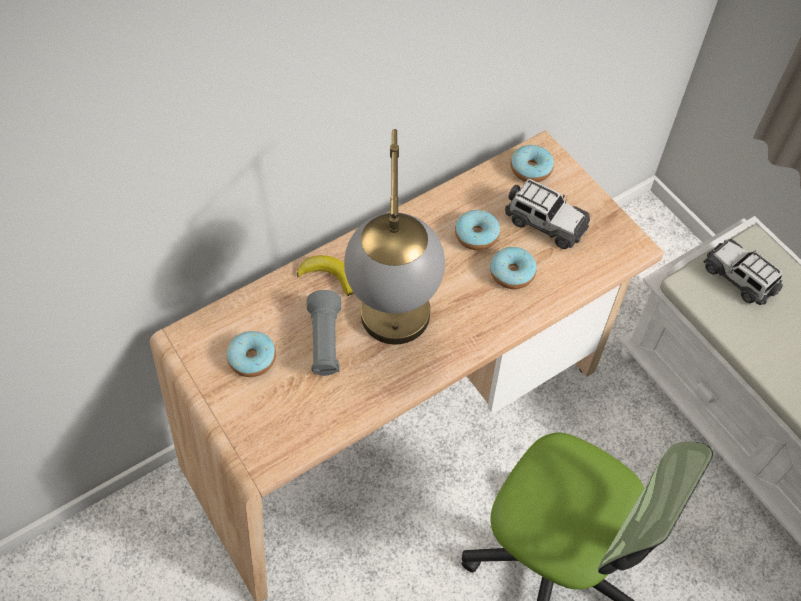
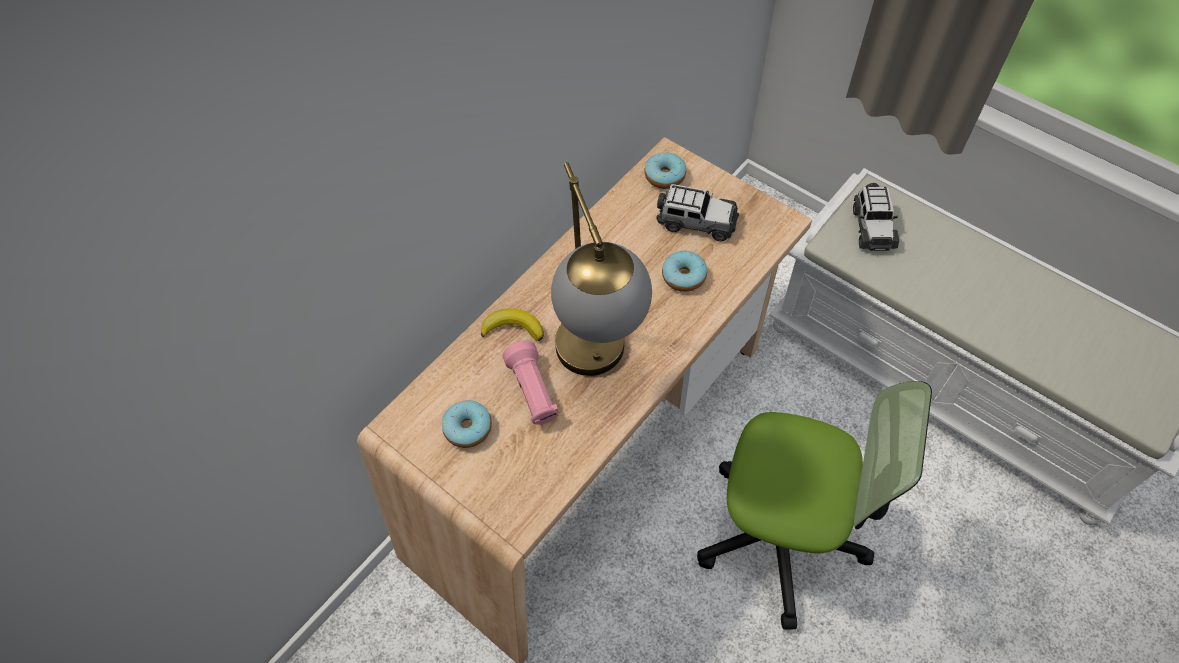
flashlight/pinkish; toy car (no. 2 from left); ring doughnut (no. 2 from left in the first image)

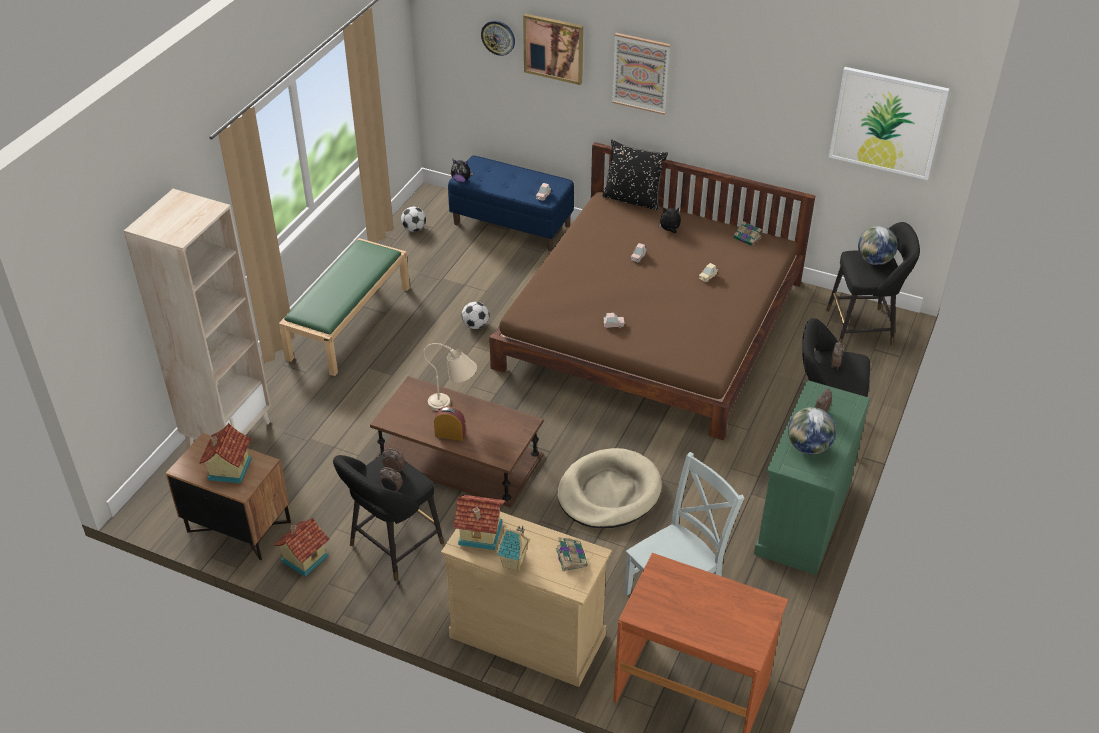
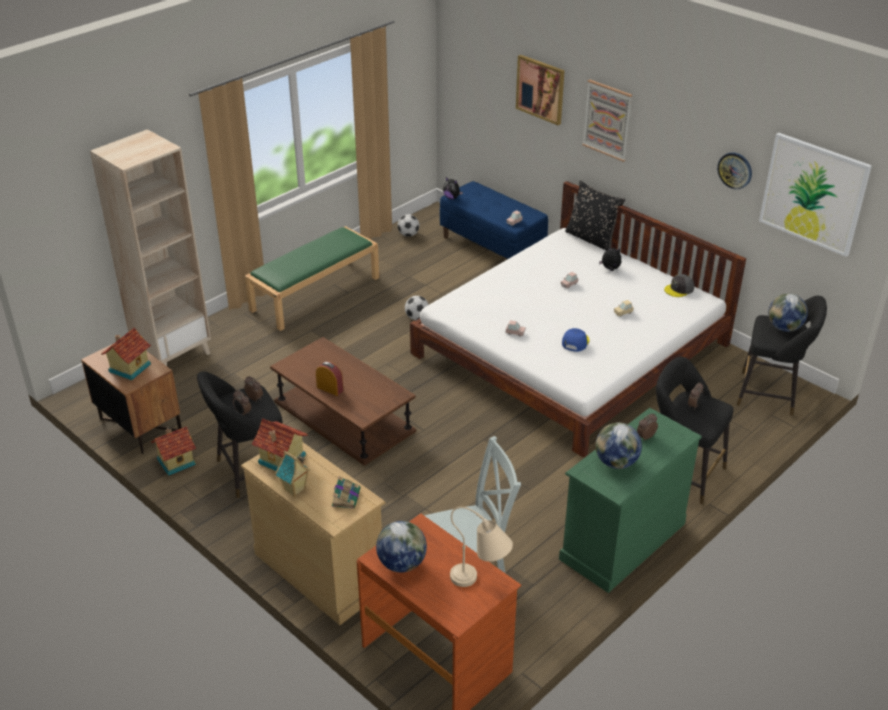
globe (no. 1 from left); bedroom bed/whitish; tabletop lamp/beige; cap/bluish; cap/greyish; hanging clock; dog bed/beige

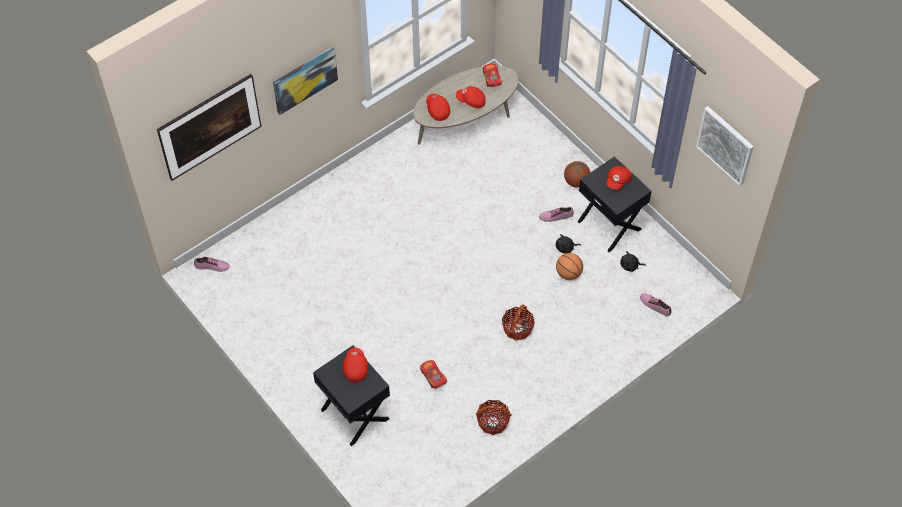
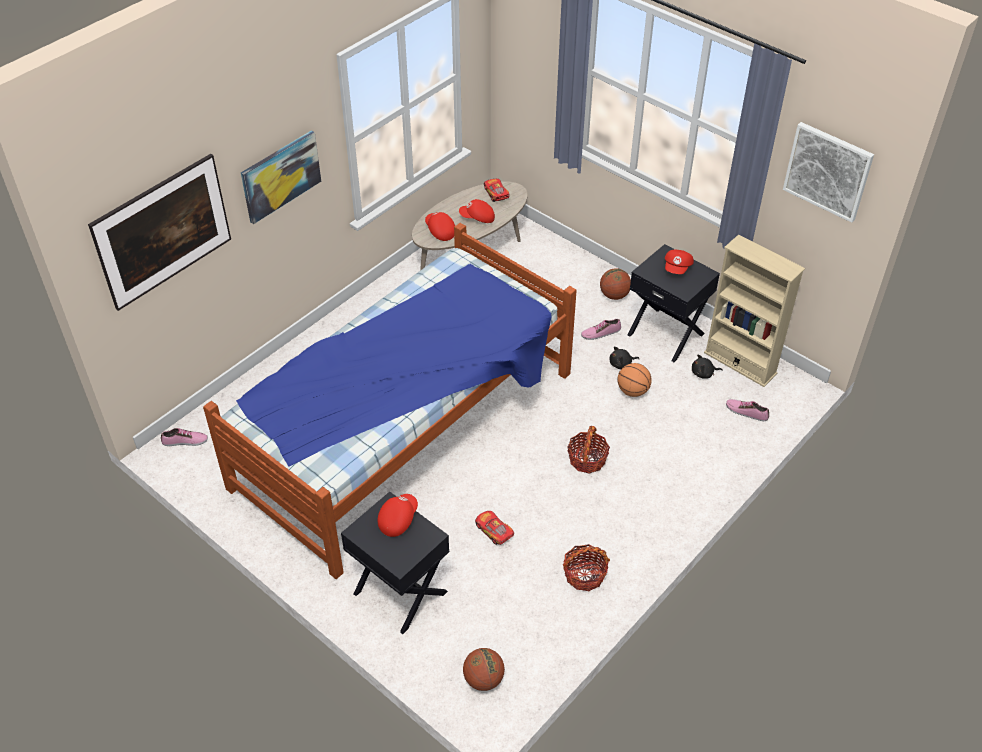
bedroom bed; cap/red (no. 1 from left); basketball ball (no. 1 from left); bookcase/beige

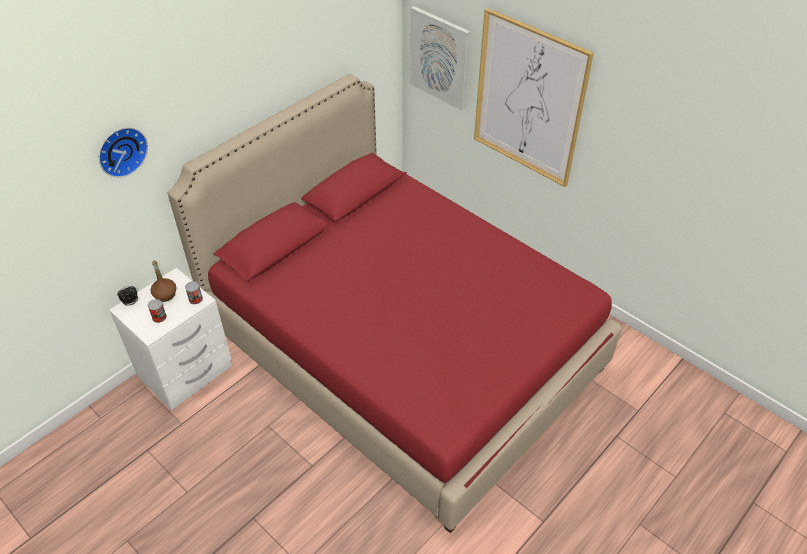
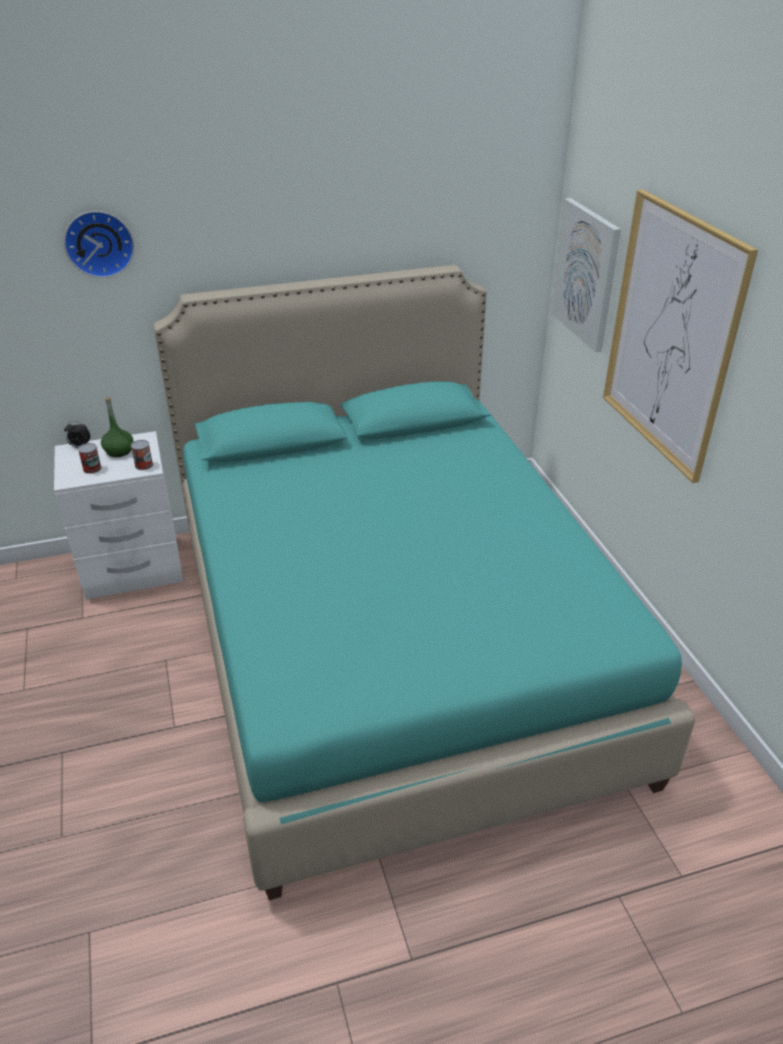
beverage bottle/green-coloured; bedroom bed/turquoise-coloured

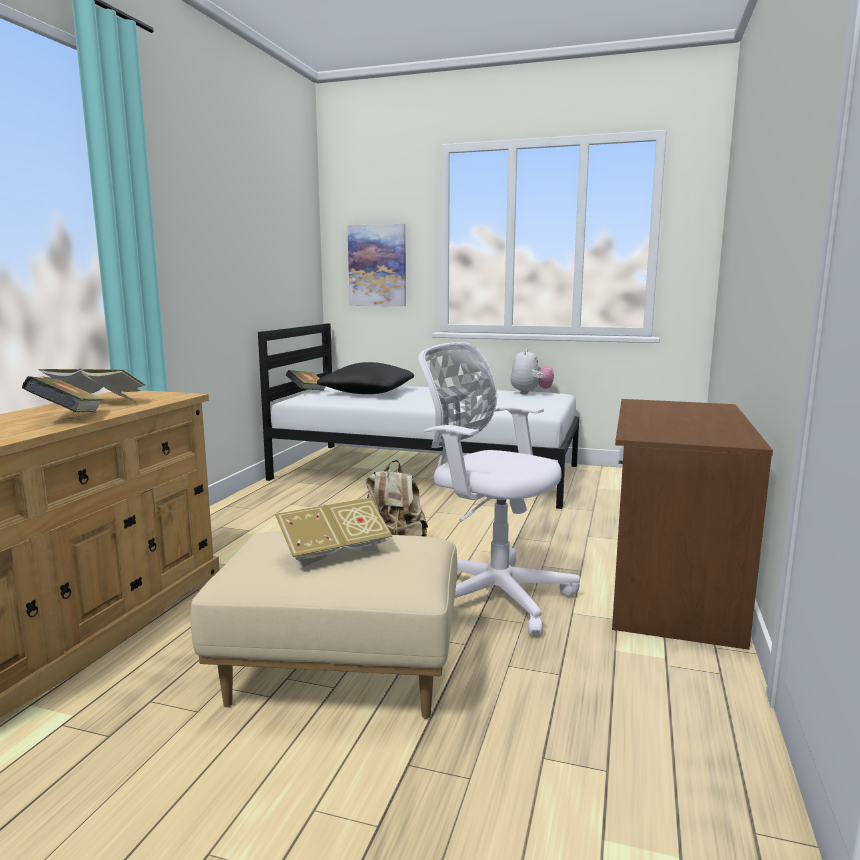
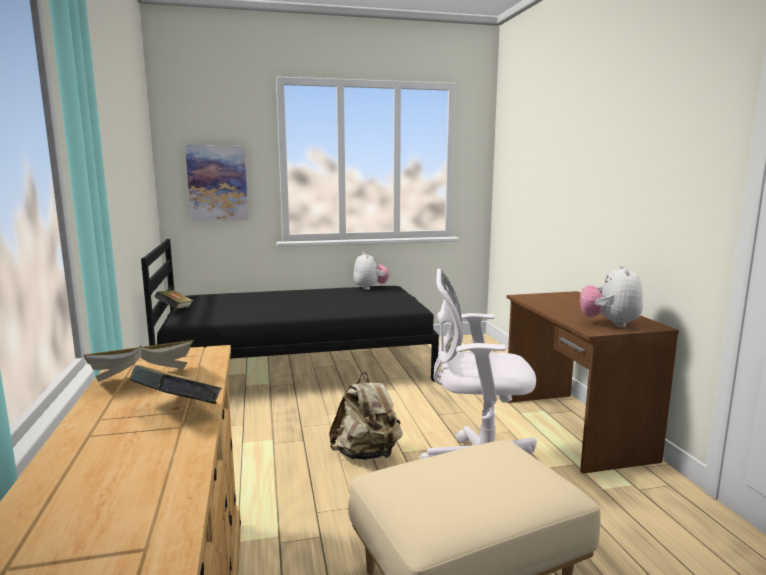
bedroom bed/black; cuddly toy (no. 2 from left); volume (no. 4 from left in the first image); cushion/black

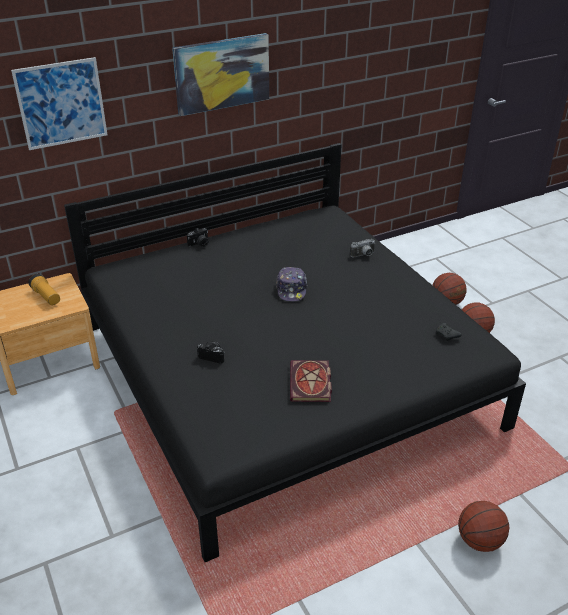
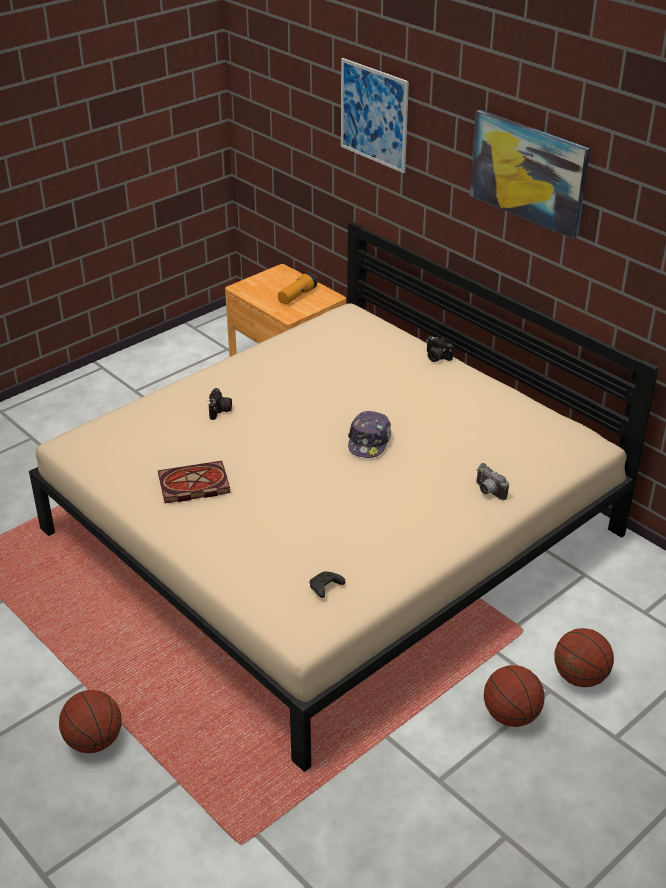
bedroom bed/beige; cap

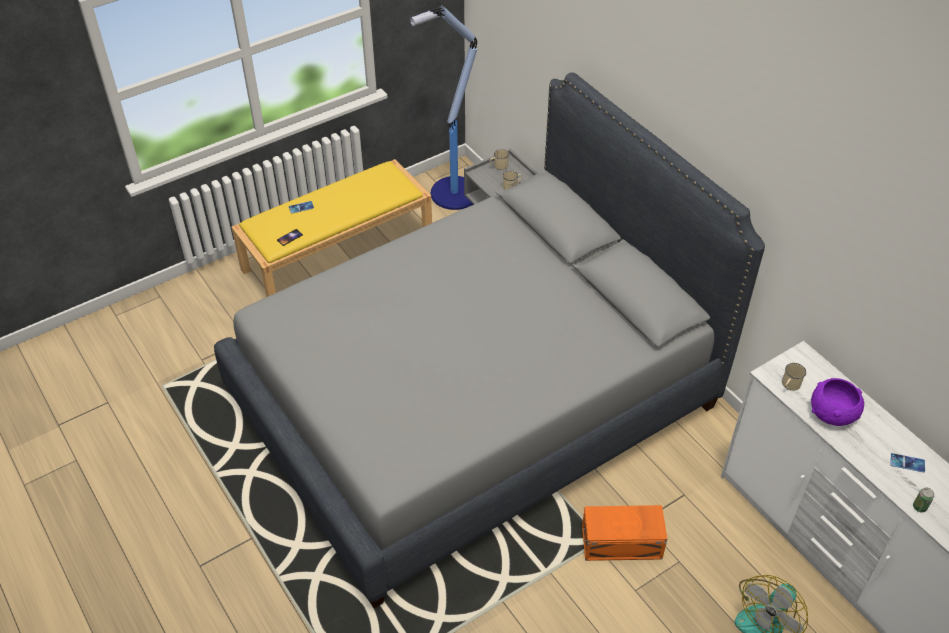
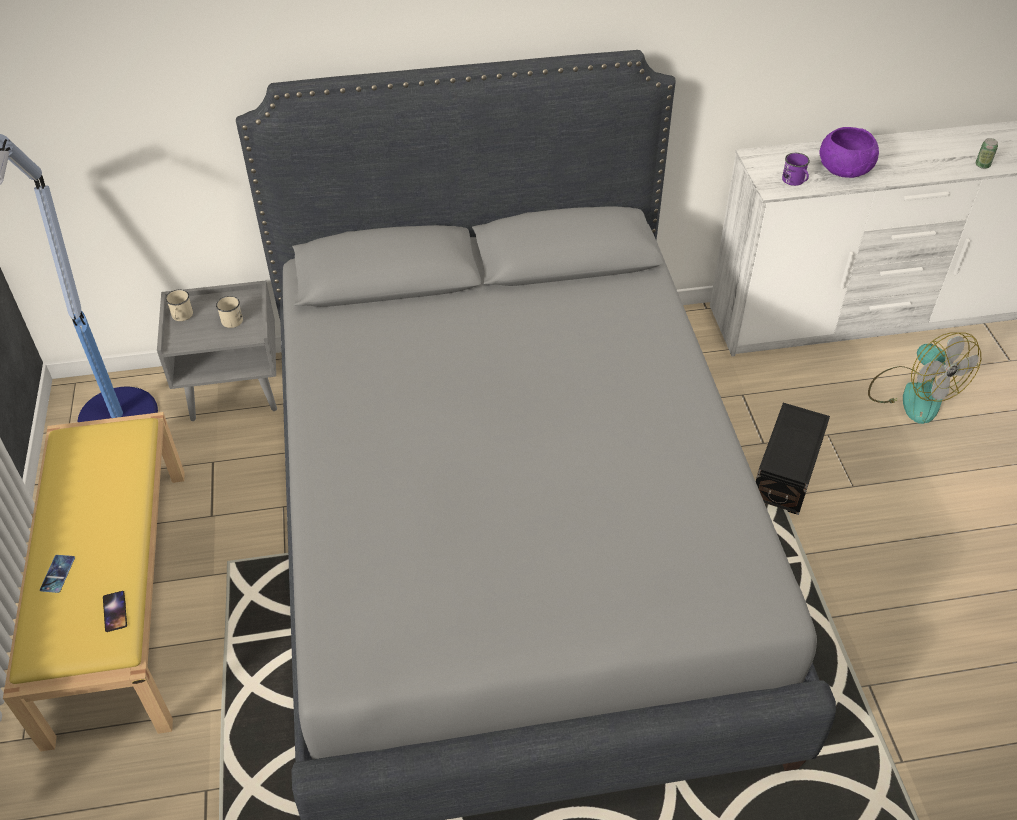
storage bin/black; tea mug/purple; phone (no. 3 from left in the first image)

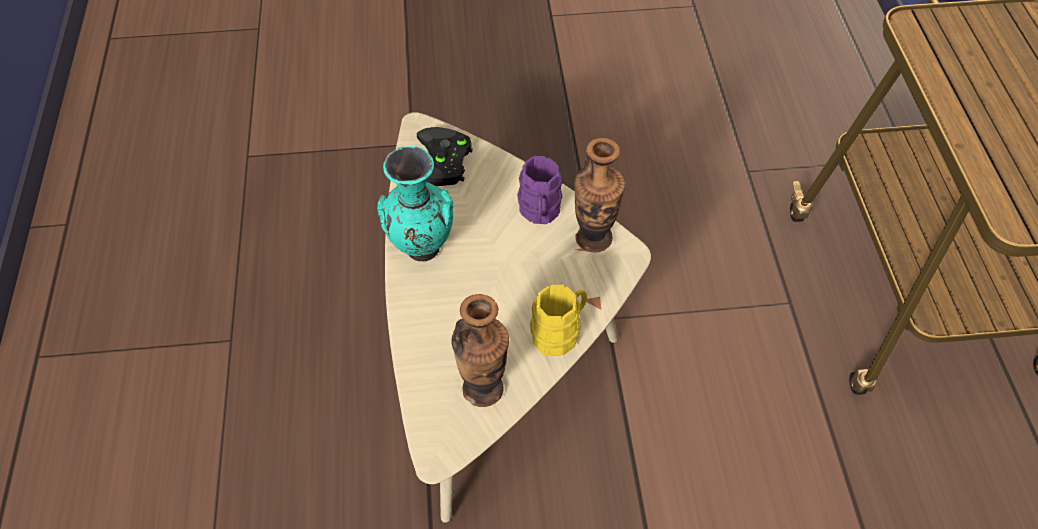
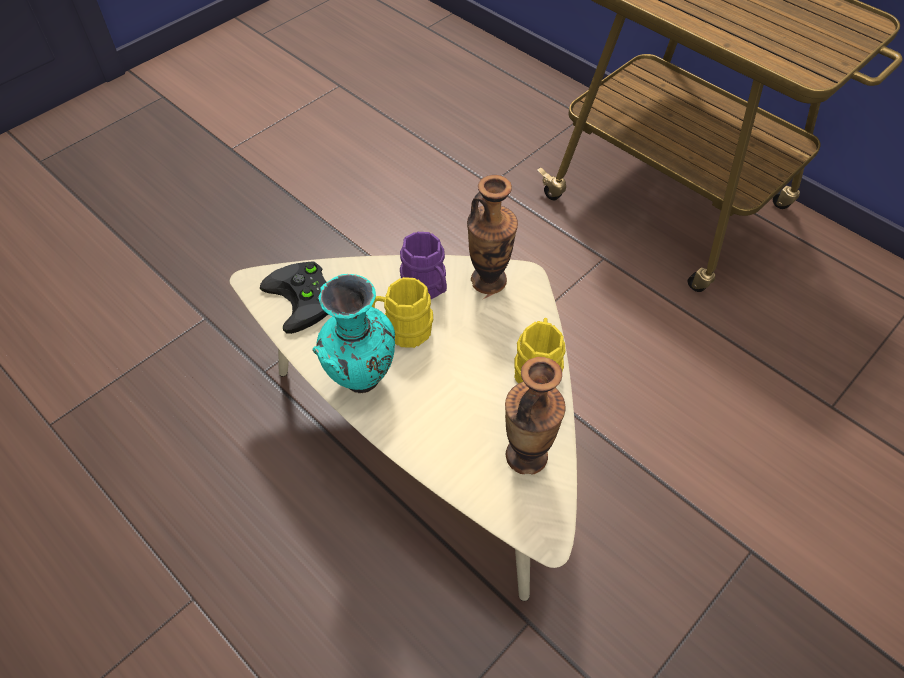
tea mug/yellowish (no. 1 from left)

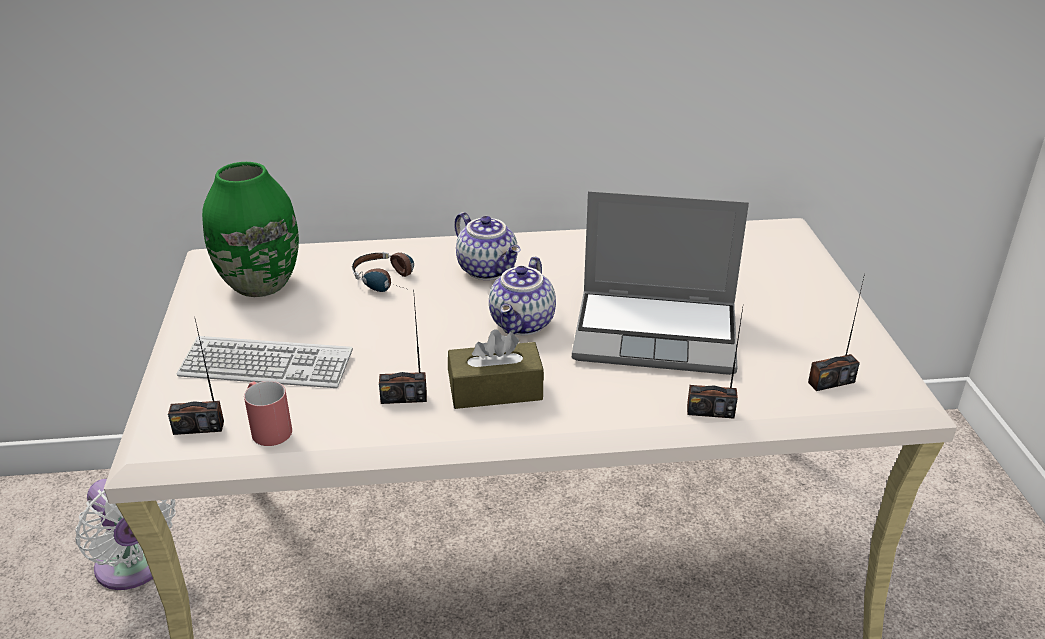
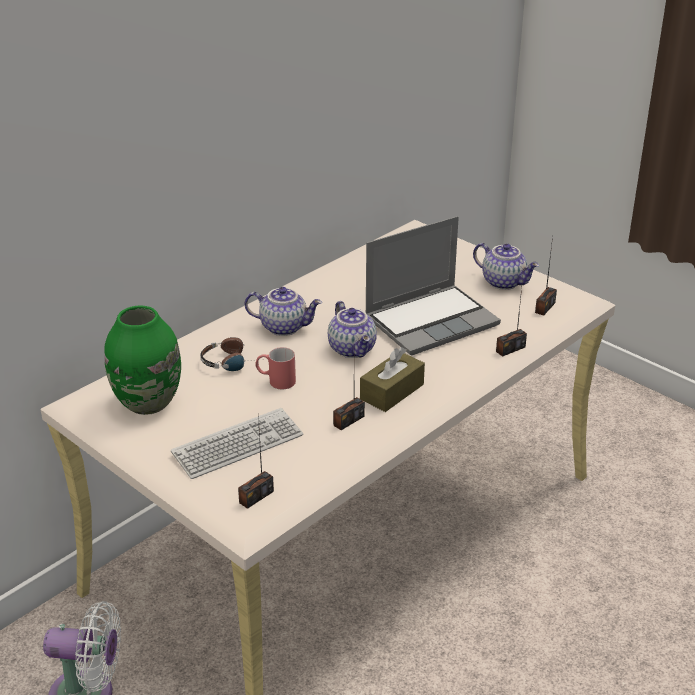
tea mug/red; tea pot (no. 3 from left)

